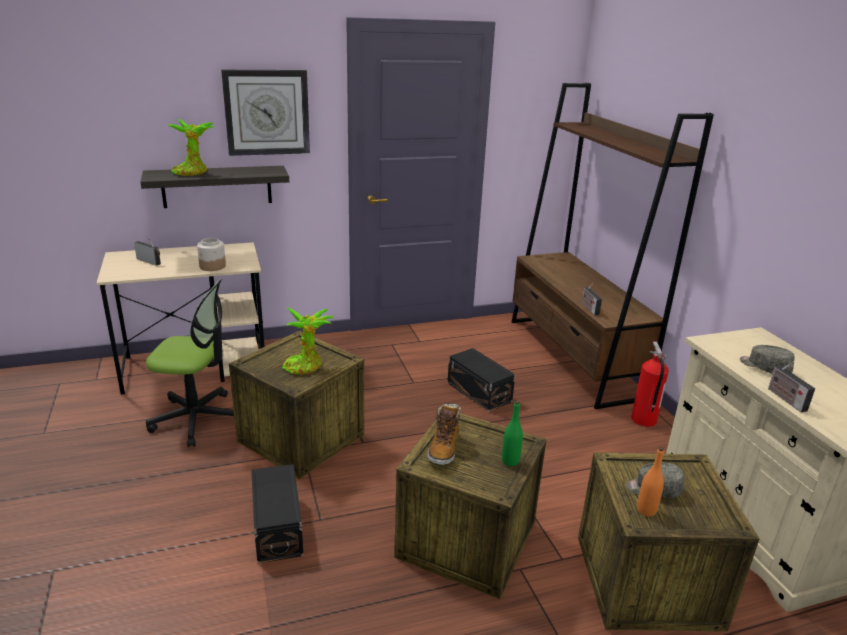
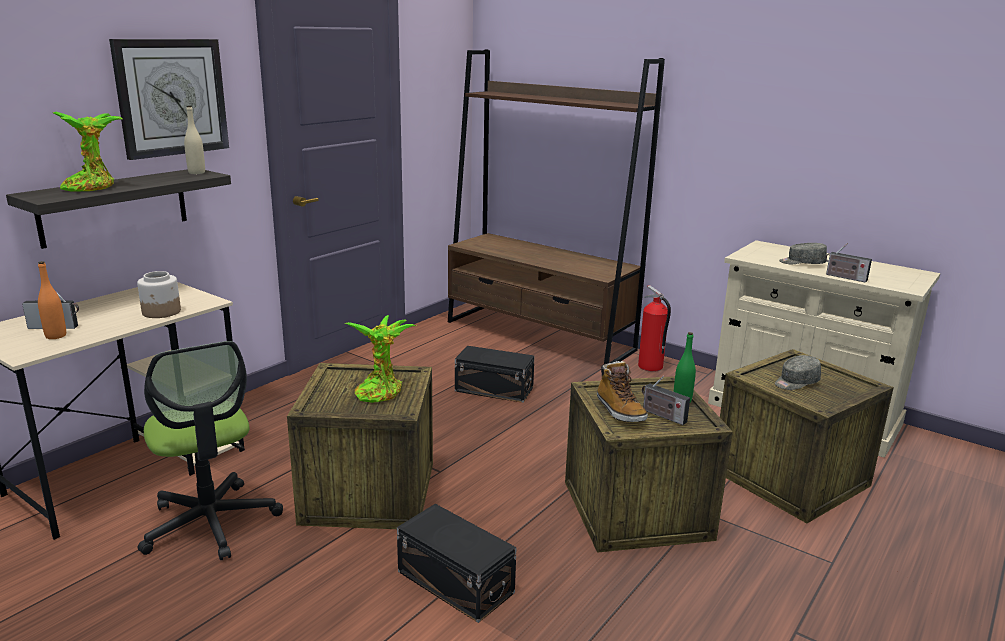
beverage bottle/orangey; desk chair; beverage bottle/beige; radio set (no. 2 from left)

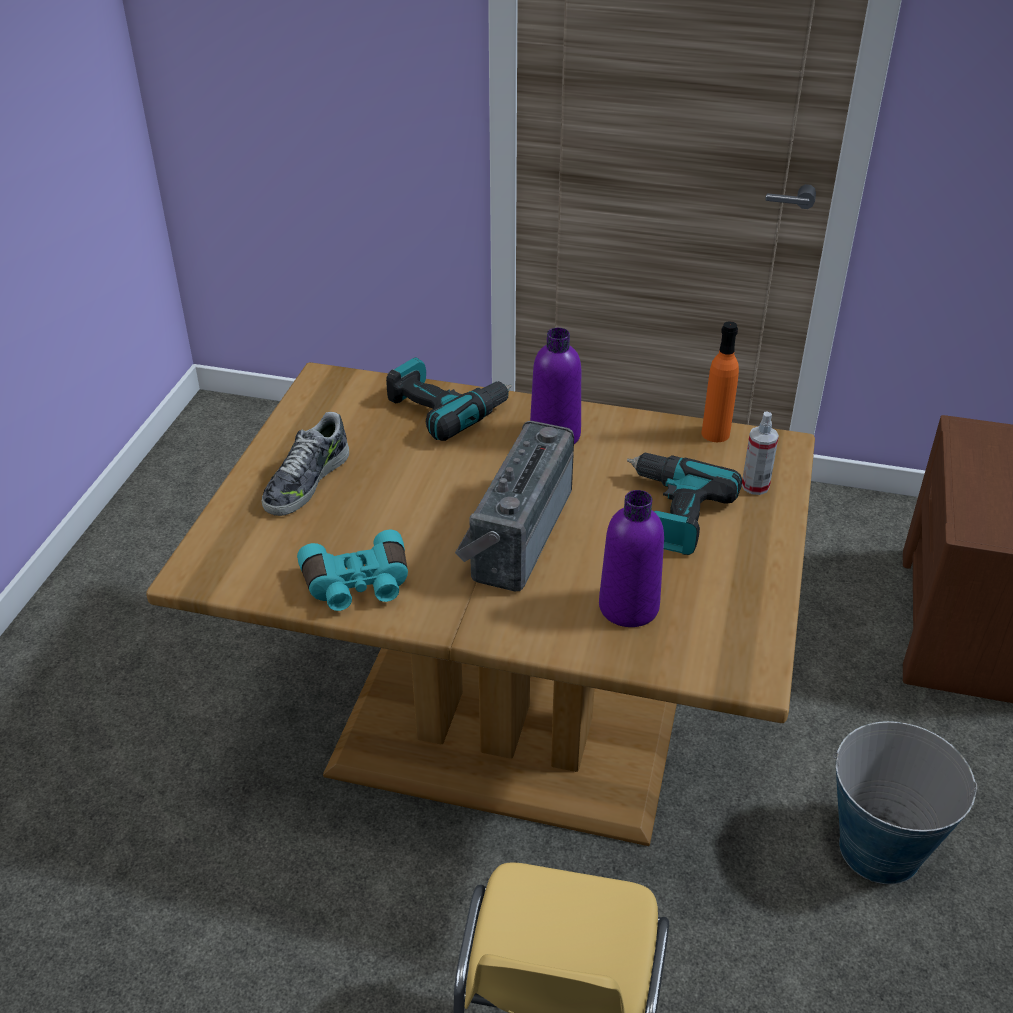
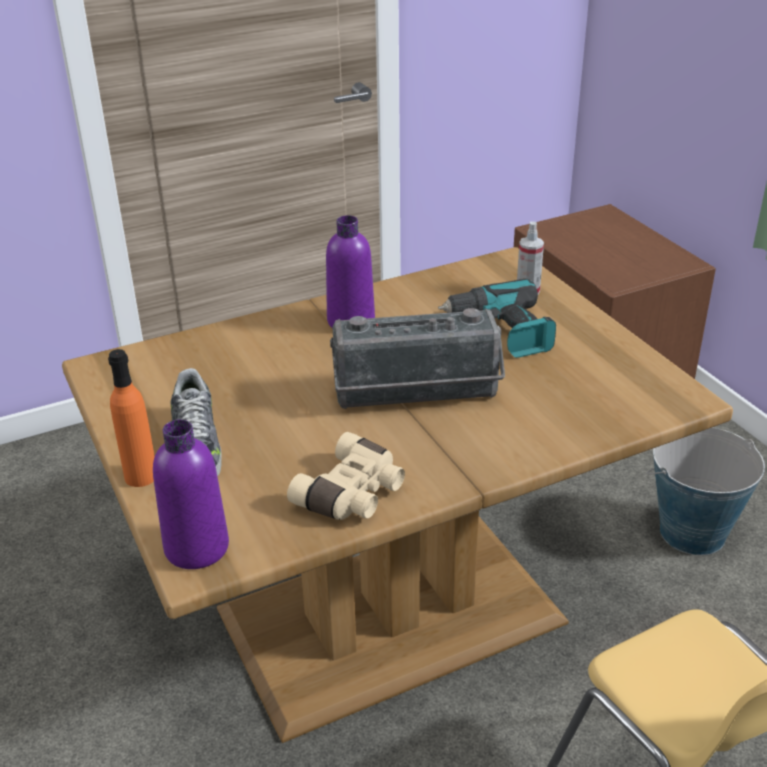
beverage bottle/orangey; beverage bottle/purple (no. 1 from left); binoculars/beige; radio set; power drill (no. 1 from left in the first image)

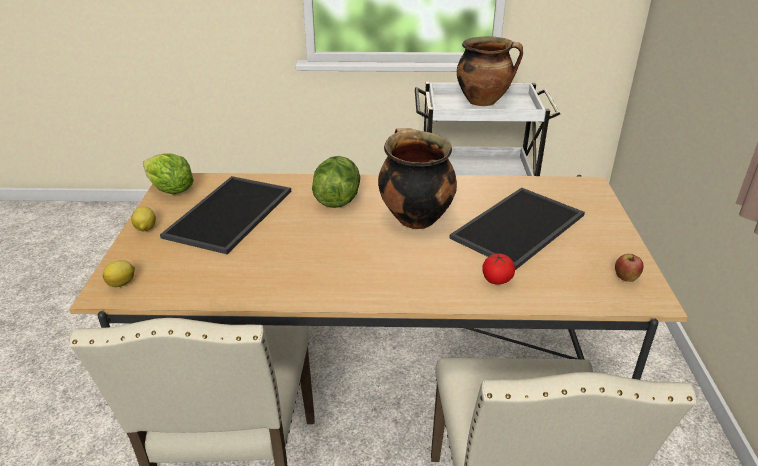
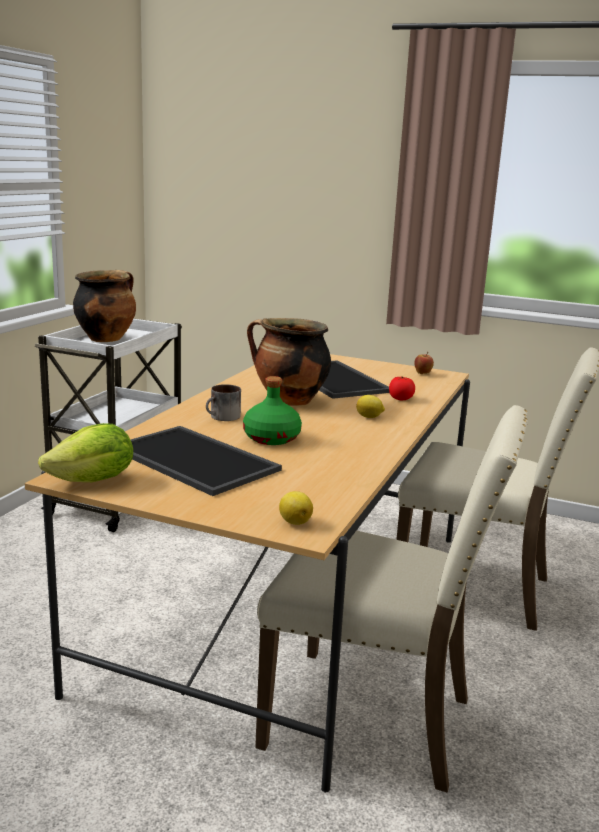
tea mug; beverage bottle/green-coloured; citrus fruit (no. 2 from left)

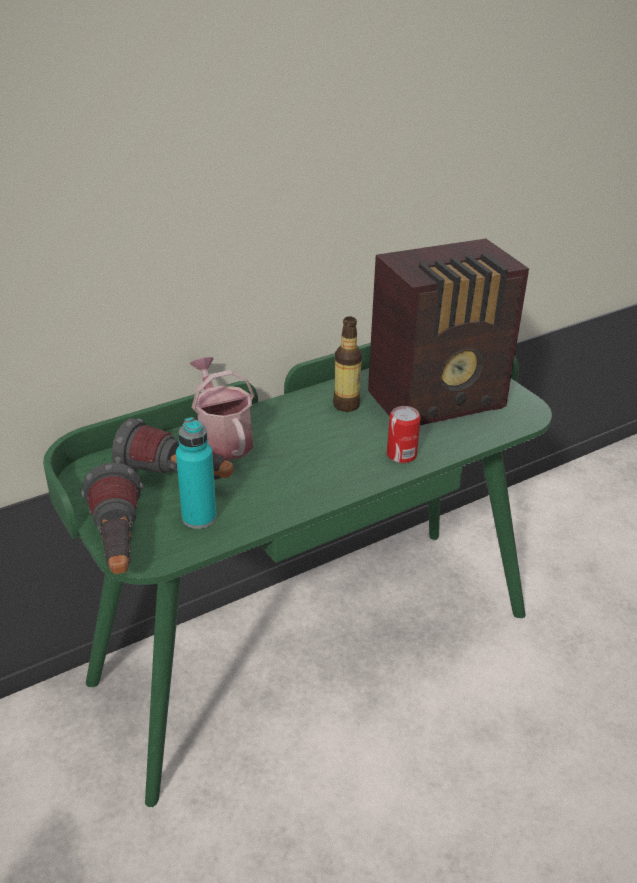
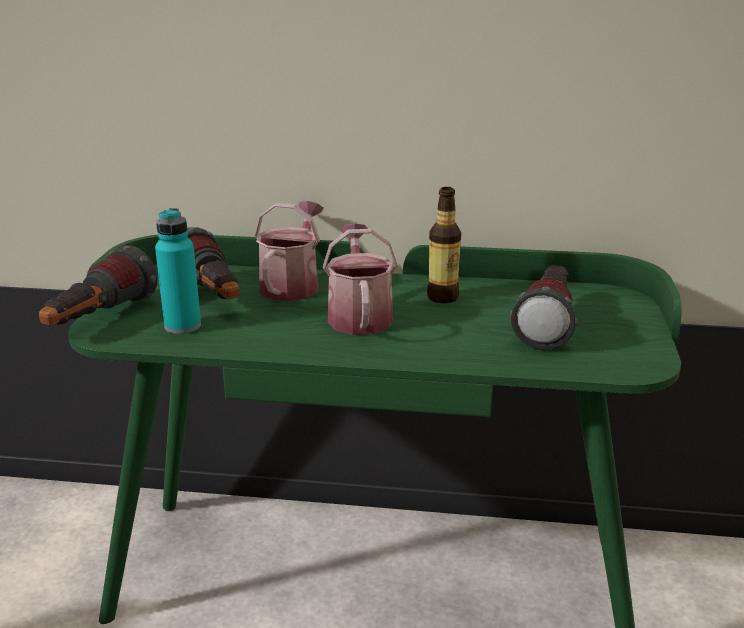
watering pot (no. 2 from left); flashlight (no. 3 from left); metal can

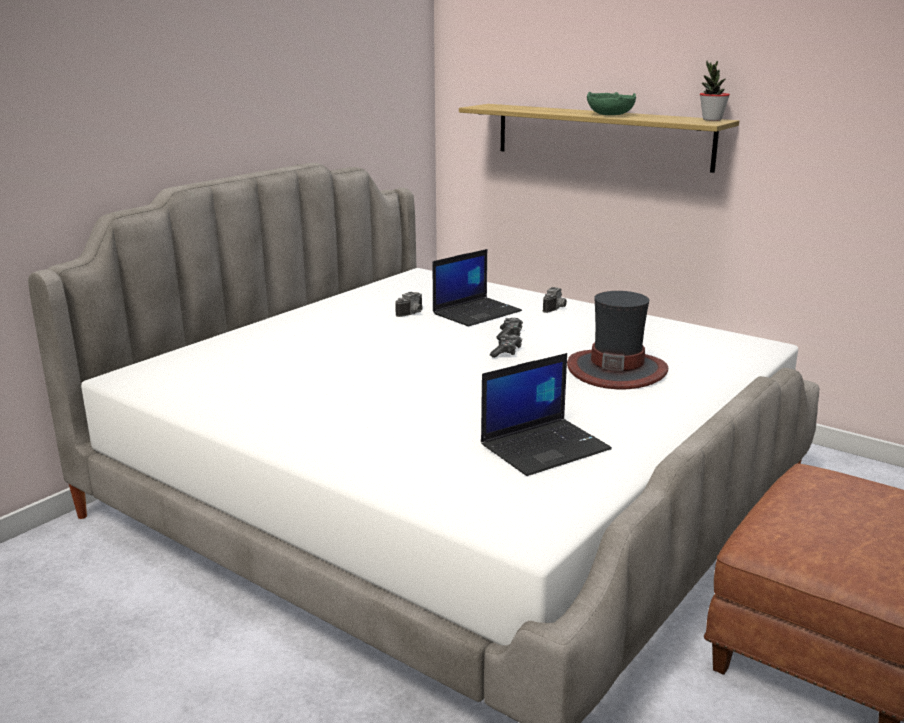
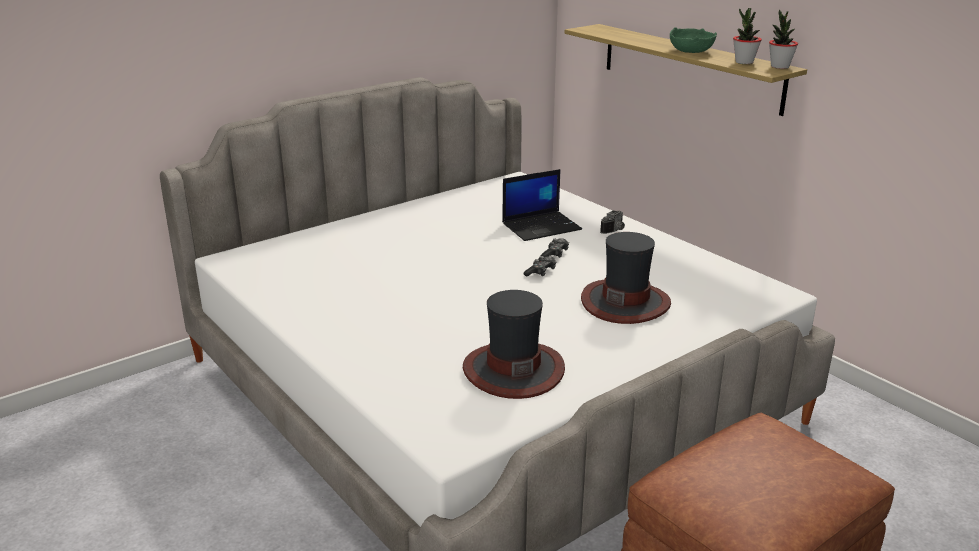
hat (no. 1 from left); potted plant (no. 1 from left); still camera (no. 1 from left in the first image)

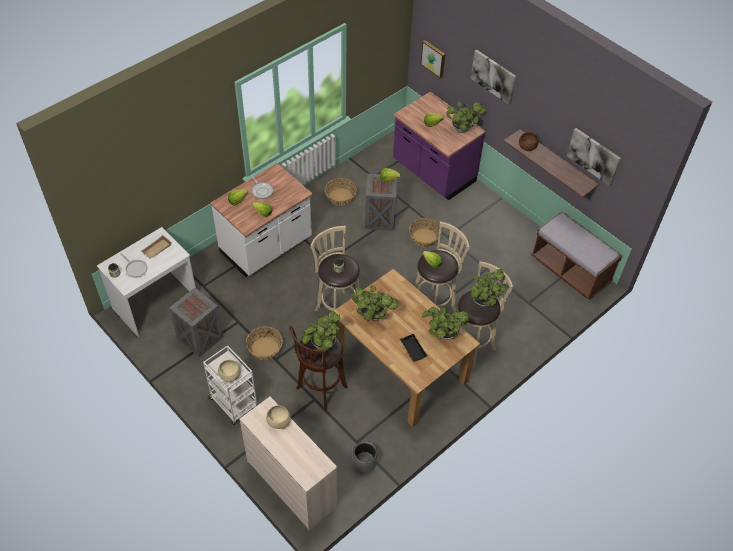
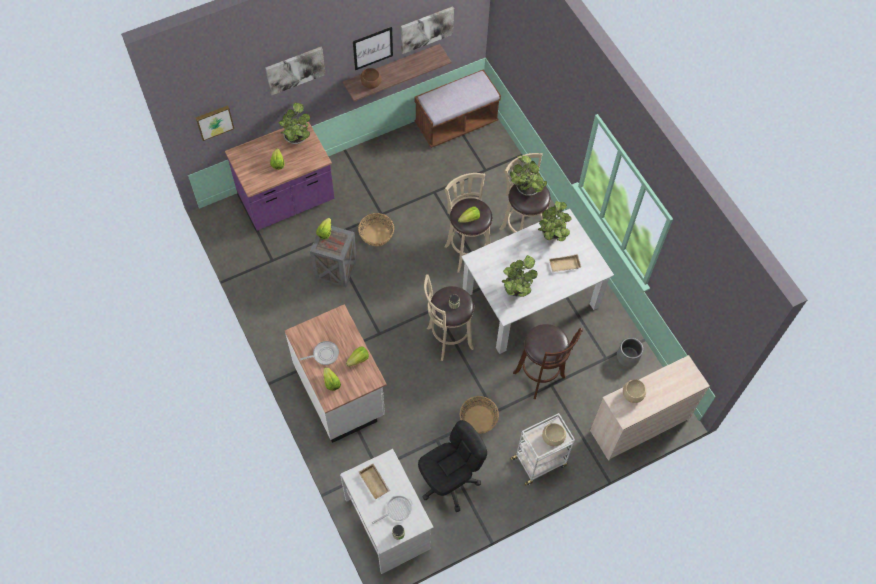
picture (no. 3 from left); desk chair/black; kitchen table/whitish; serving tray/beige (no. 2 from left); potted plant (no. 1 from left in the first image); storage basket (no. 2 from left in the first image)

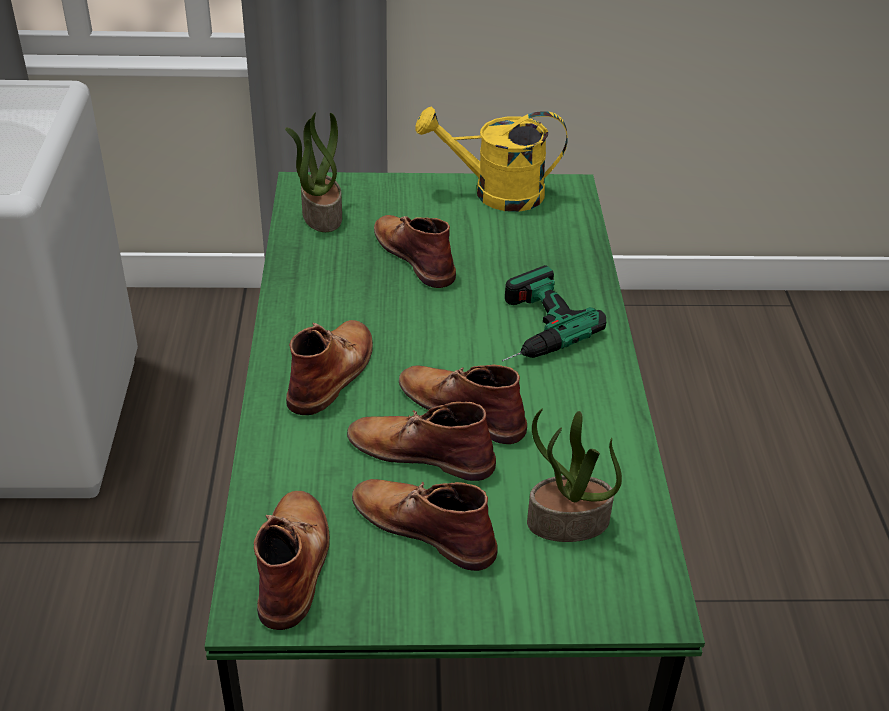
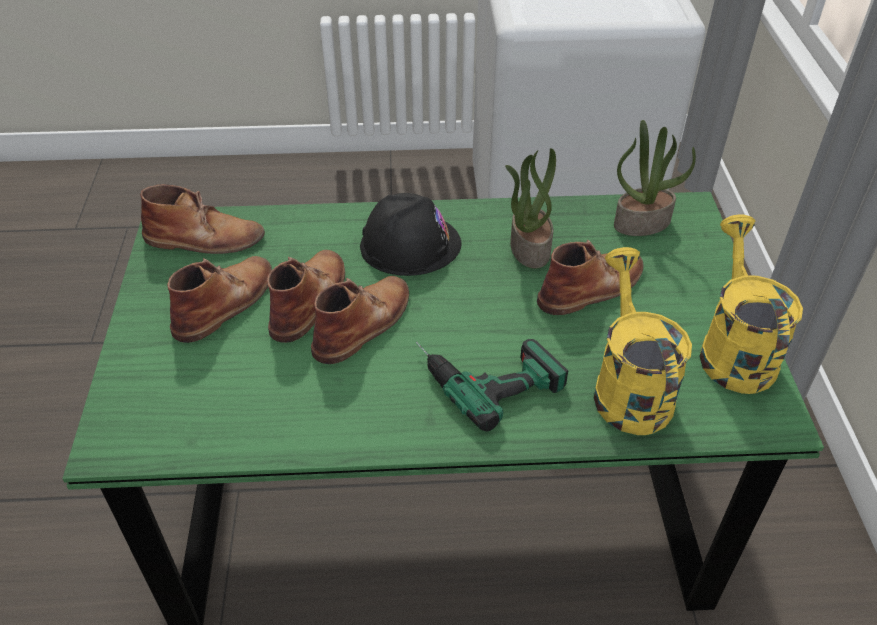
safety helmet/black; potted plant (no. 1 from left); watering pot/yellowish (no. 1 from left)

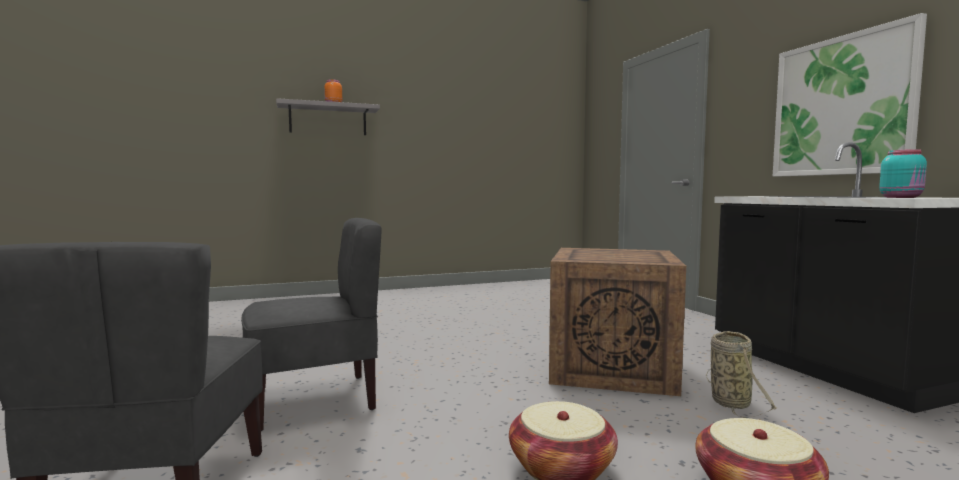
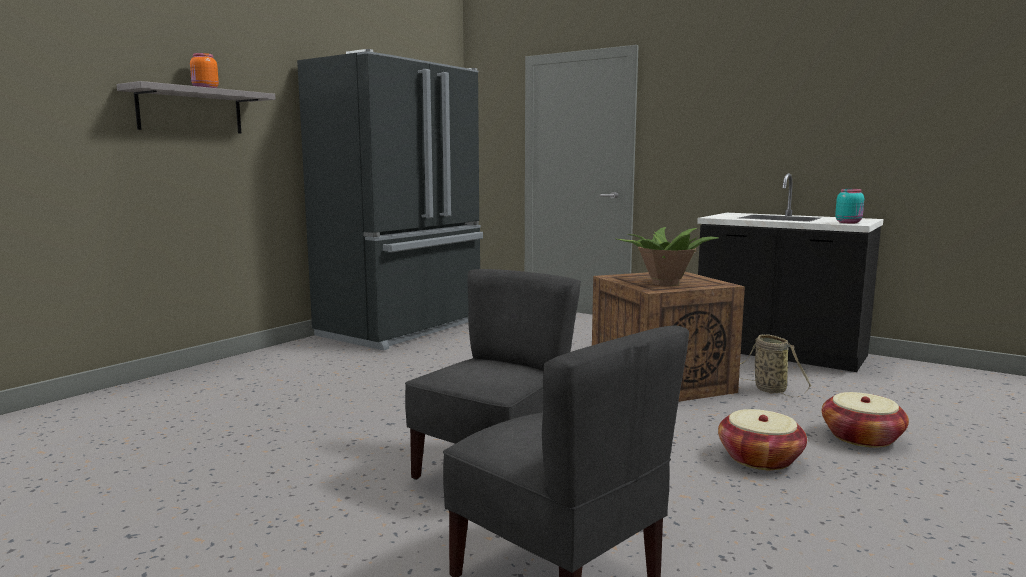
kitchen fridge/black; potted plant; picture

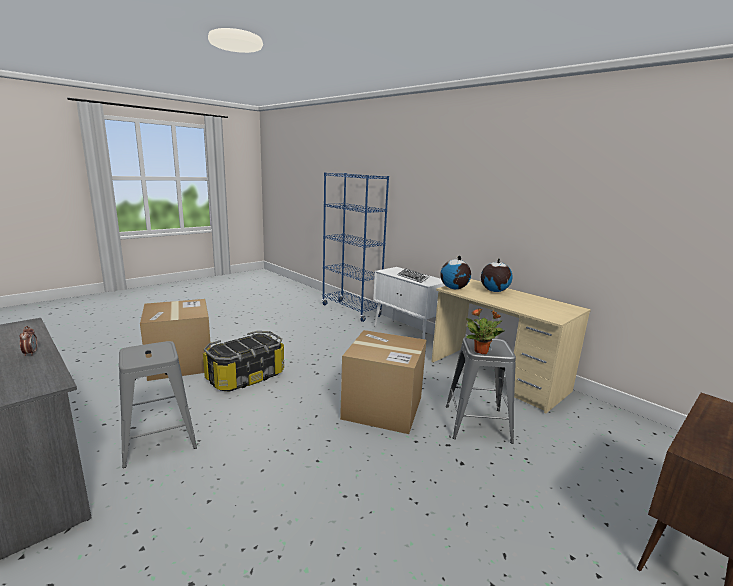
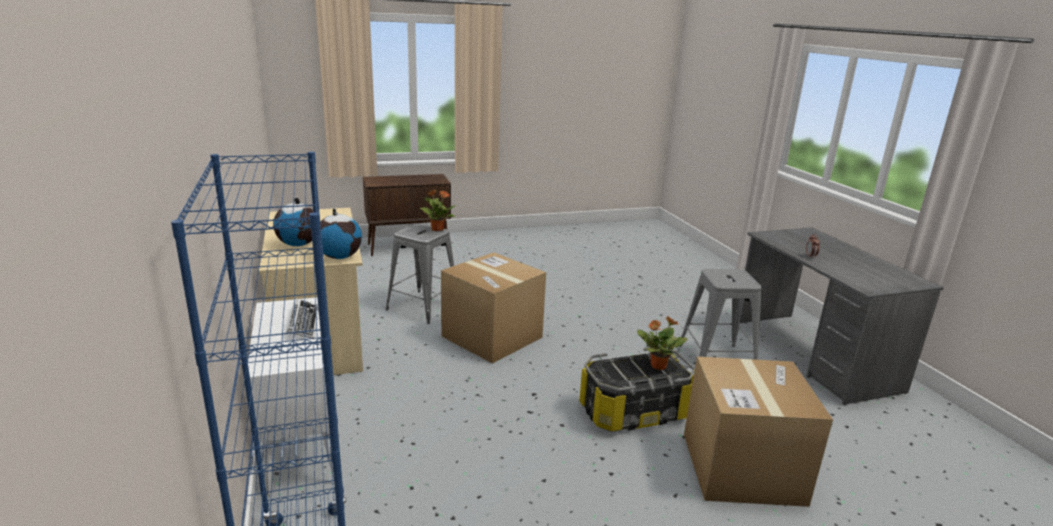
potted plant (no. 2 from left)

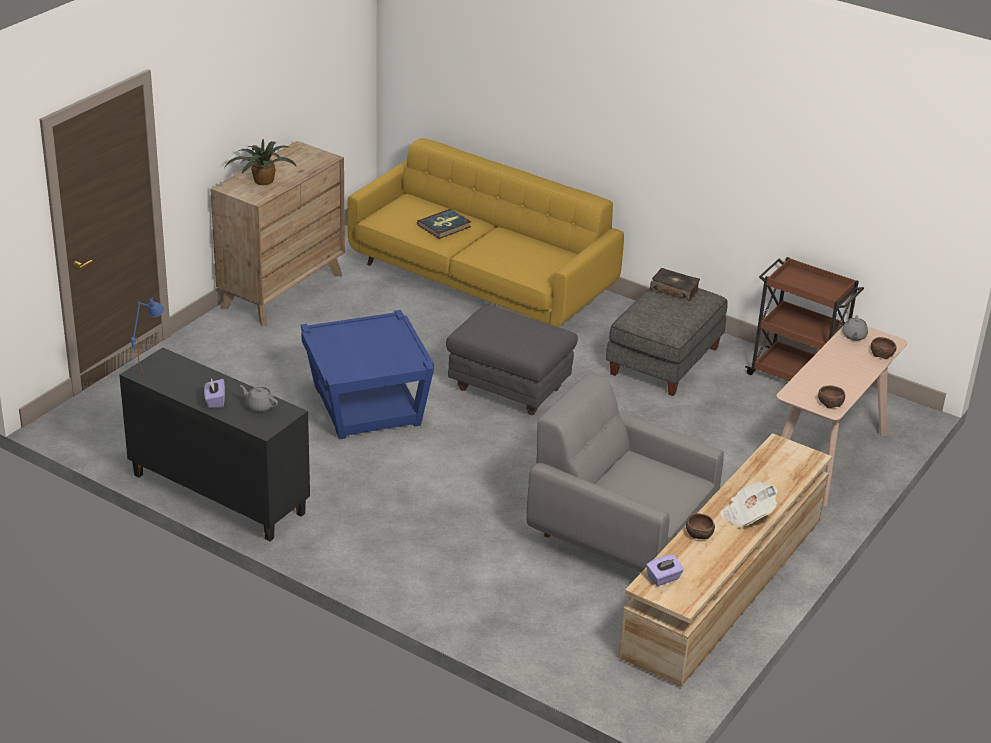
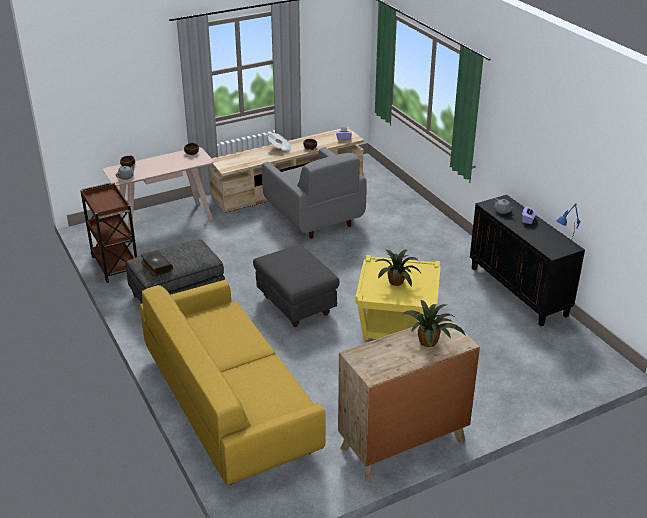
accent table/yellowish; potted plant (no. 1 from left); volume (no. 1 from left in the first image)

